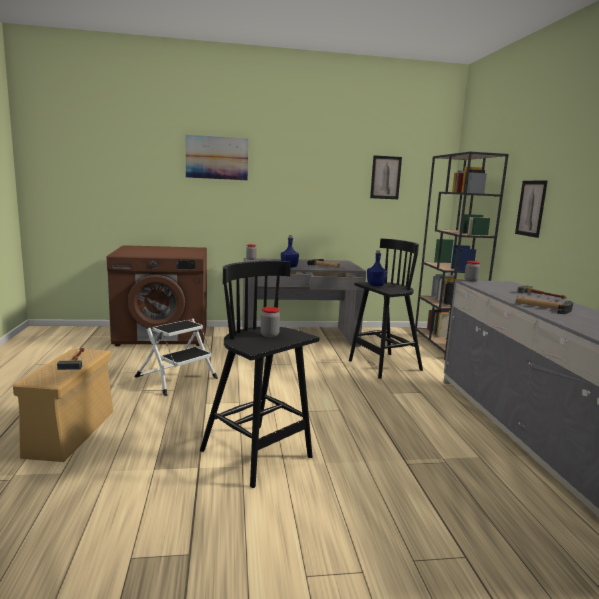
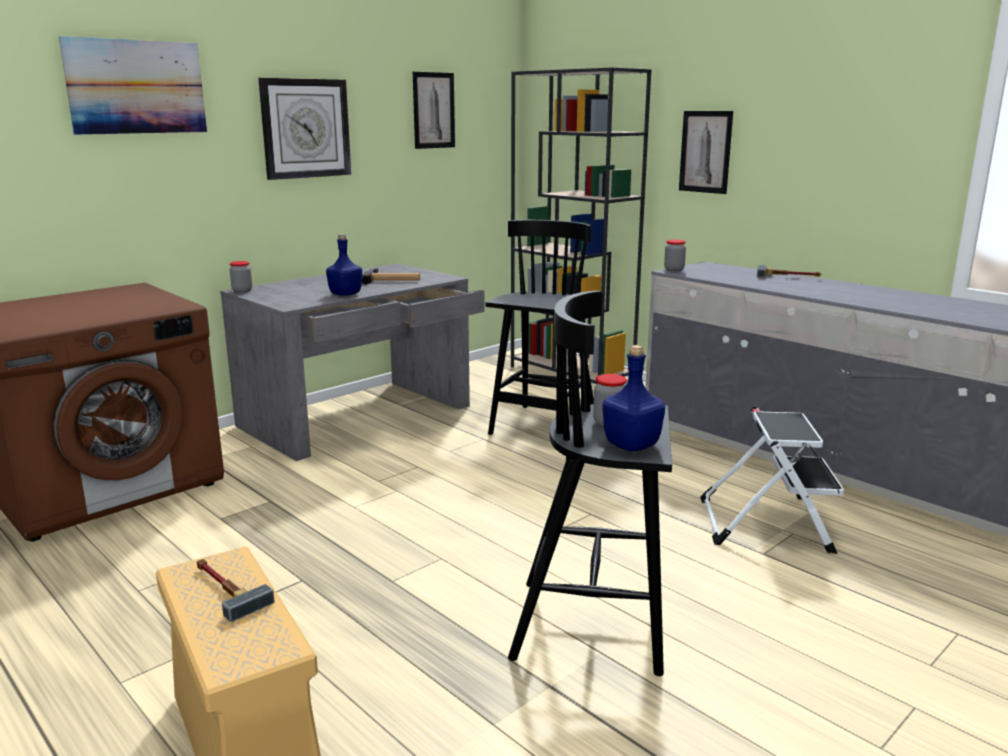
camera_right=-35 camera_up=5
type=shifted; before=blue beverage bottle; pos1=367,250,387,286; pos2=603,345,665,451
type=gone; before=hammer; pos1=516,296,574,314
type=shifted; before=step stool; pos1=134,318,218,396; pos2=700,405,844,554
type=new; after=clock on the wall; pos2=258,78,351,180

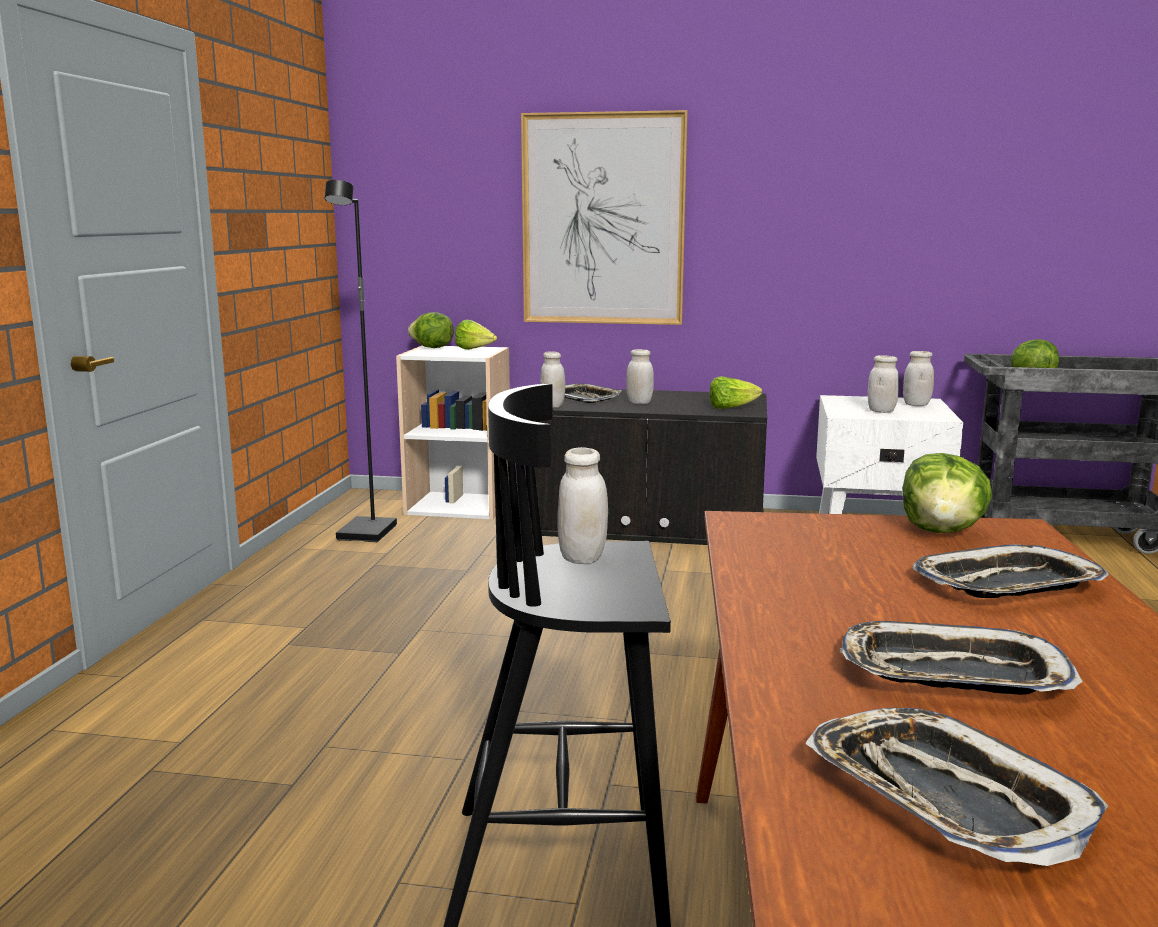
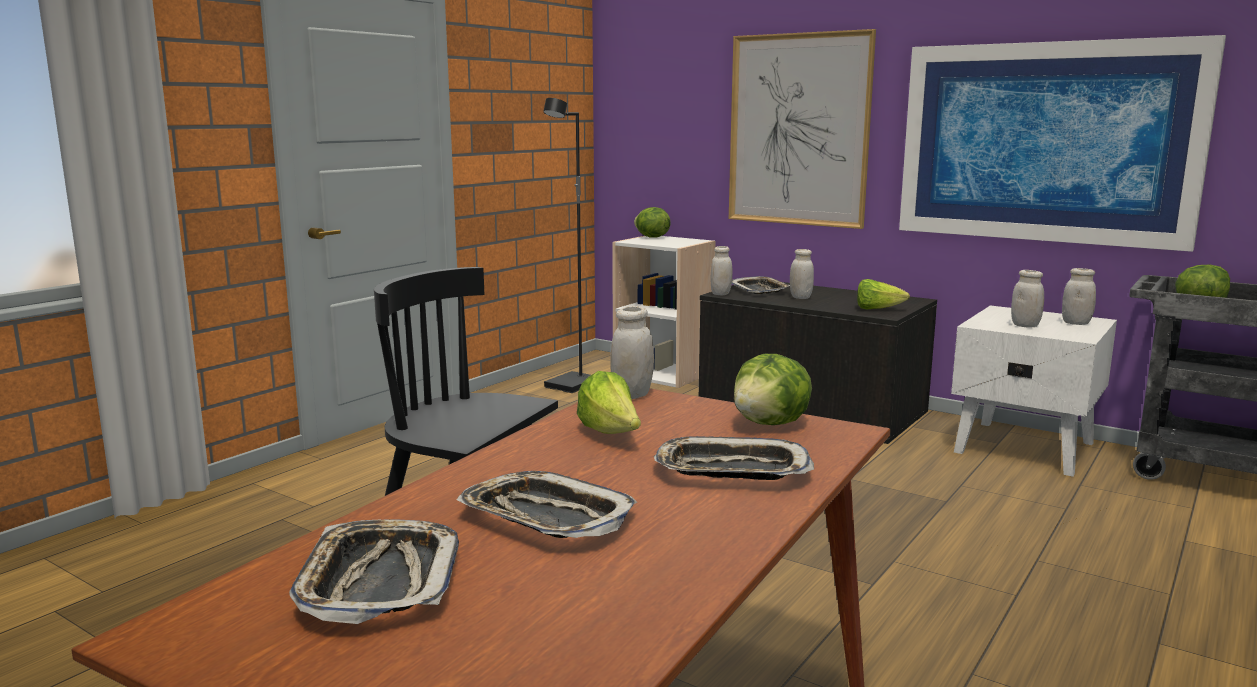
camera_right=25 camera_up=0
type=shifted; before=lettuce head; pos1=455,320,497,350; pos2=577,371,641,434
type=shifted; before=white storage jar; pos1=557,447,608,564; pos2=610,306,654,399
type=new; after=wall art; pos2=899,35,1226,252

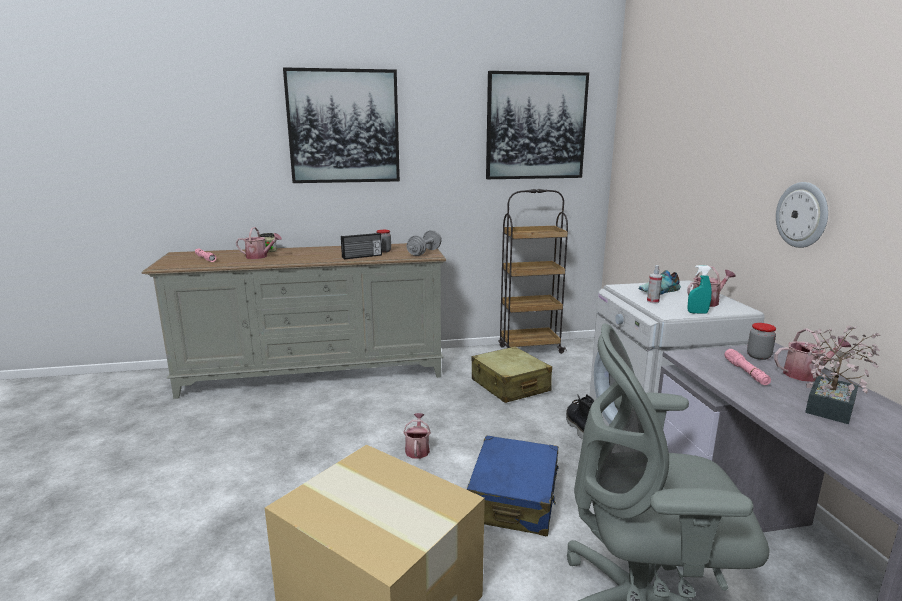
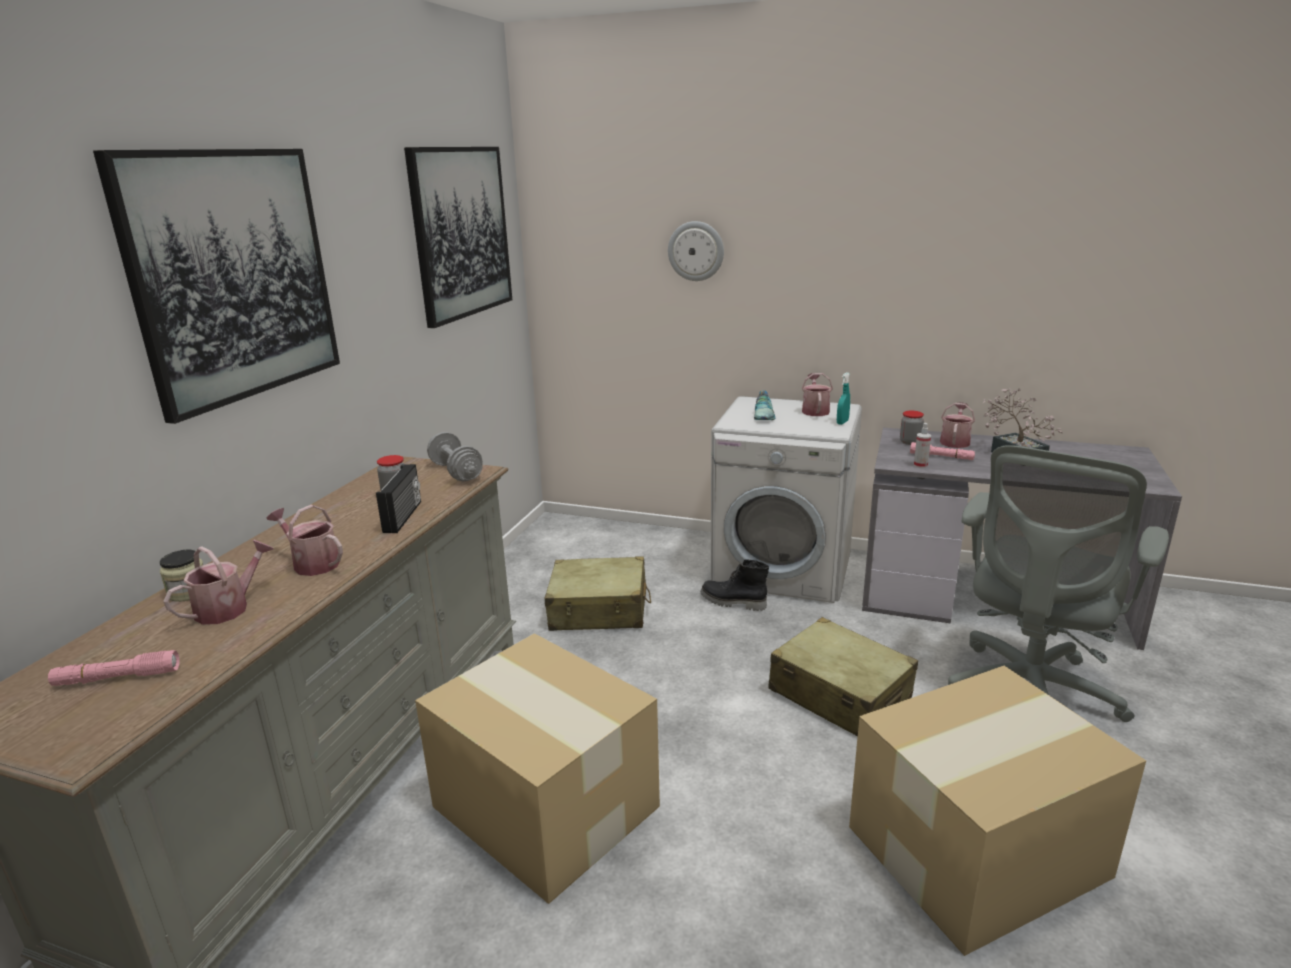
camera_right=-60 camera_up=5
type=shifted; before=clock on the wall; pos1=776,182,828,248; pos2=668,221,724,281
type=gone; before=brown-coloured trolley; pos1=498,189,568,354
type=shifted; before=spray bottle; pos1=647,265,662,303; pos2=914,423,931,468
type=shifted; before=watering can; pos1=403,413,431,459; pos2=266,505,343,576
type=repainted; before=blue travel case; after=beige-coloured travel case; pos1=467,436,559,536; pos2=768,617,918,737
type=new; after=carton; pos2=415,633,660,904

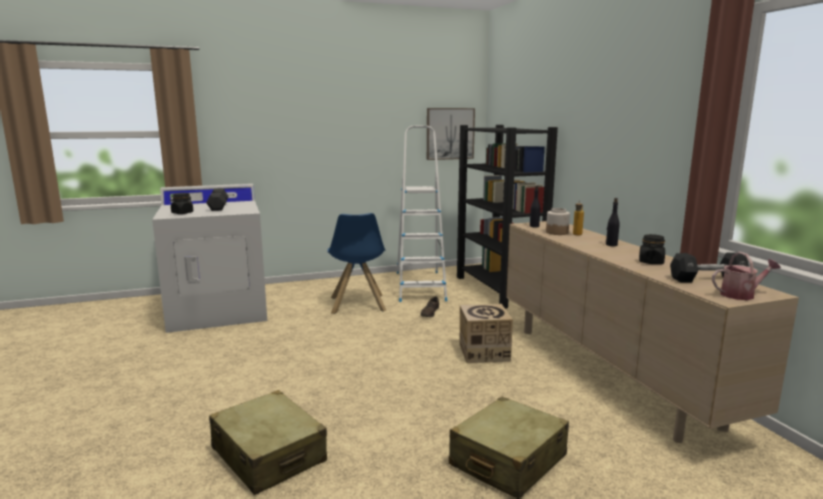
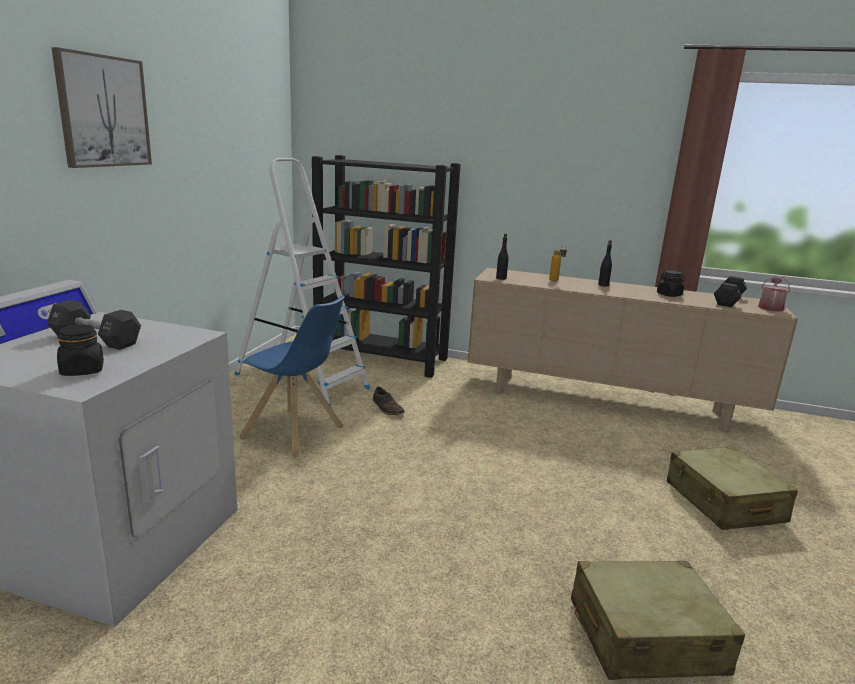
camera_right=-55 camera_up=5
type=shifted; before=wall art; pos1=427,108,475,160; pos2=52,47,152,168
type=gone; before=storage jar; pos1=546,208,570,235
type=gone; before=carton; pos1=460,304,513,363

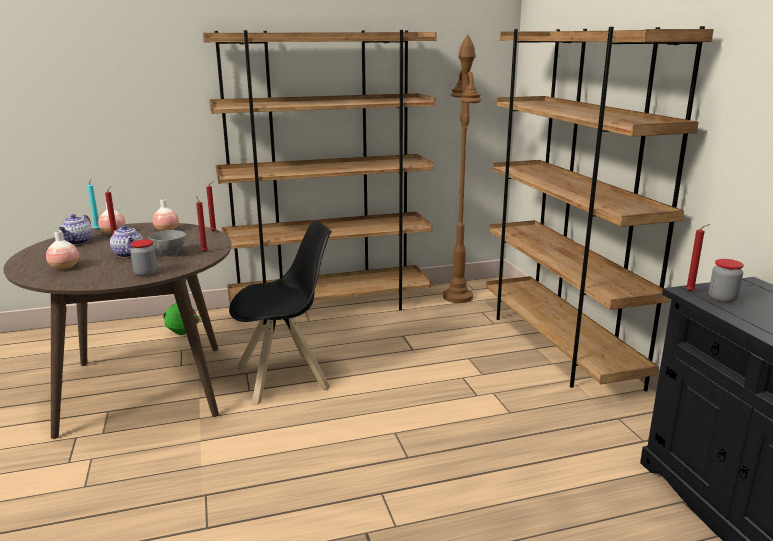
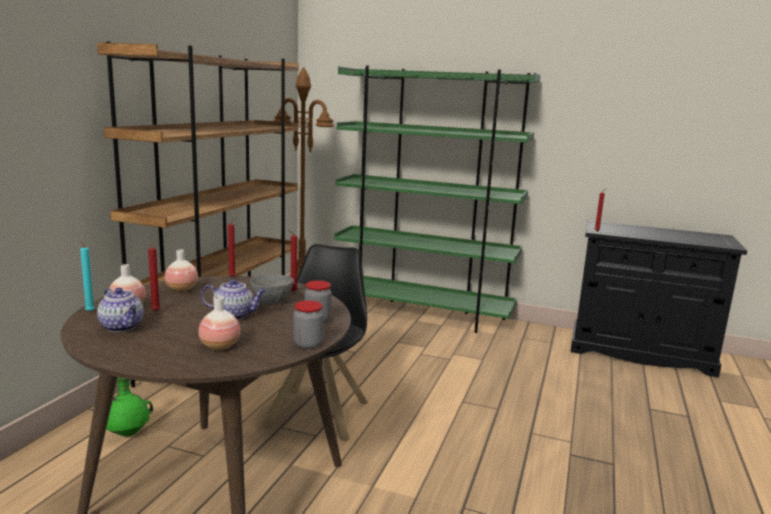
camera_right=-55 camera_up=-5
type=repainted; before=brown-coloured shelving unit; after=green-coloured shelving unit; pos1=486,26,714,391; pos2=334,65,541,333
type=shifted; before=storage jar; pos1=709,259,744,303; pos2=293,300,324,349

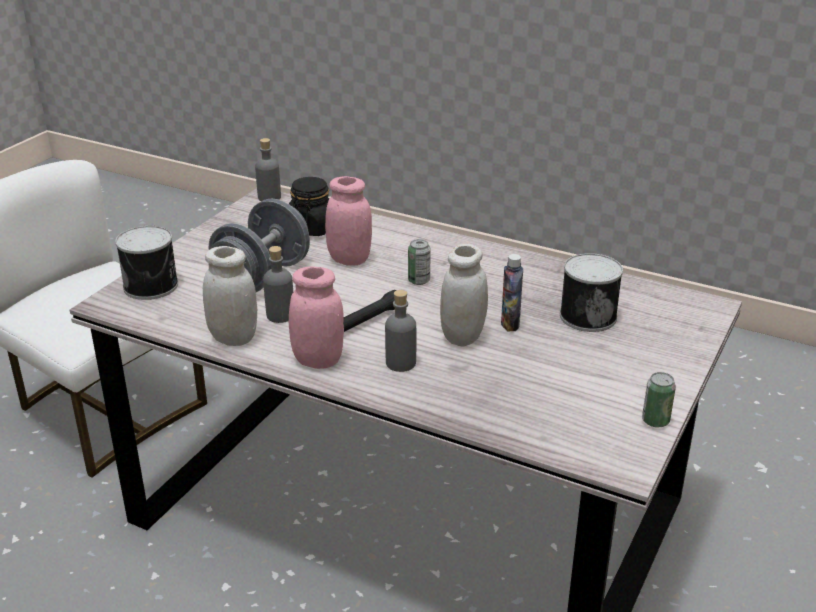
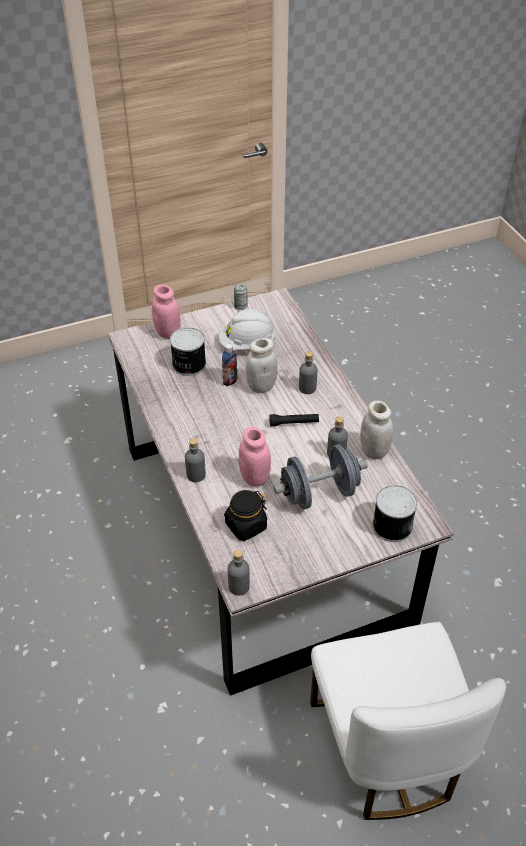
camera_right=-140 camera_up=15
type=gone; before=can; pos1=408,239,431,285
type=shifted; before=pink-coloured storage jar; pos1=289,266,344,369; pos2=152,284,181,339
type=new; after=white safety helmet; pos2=219,309,276,350
type=new; after=greyish beverage bottle; pos2=185,438,206,482

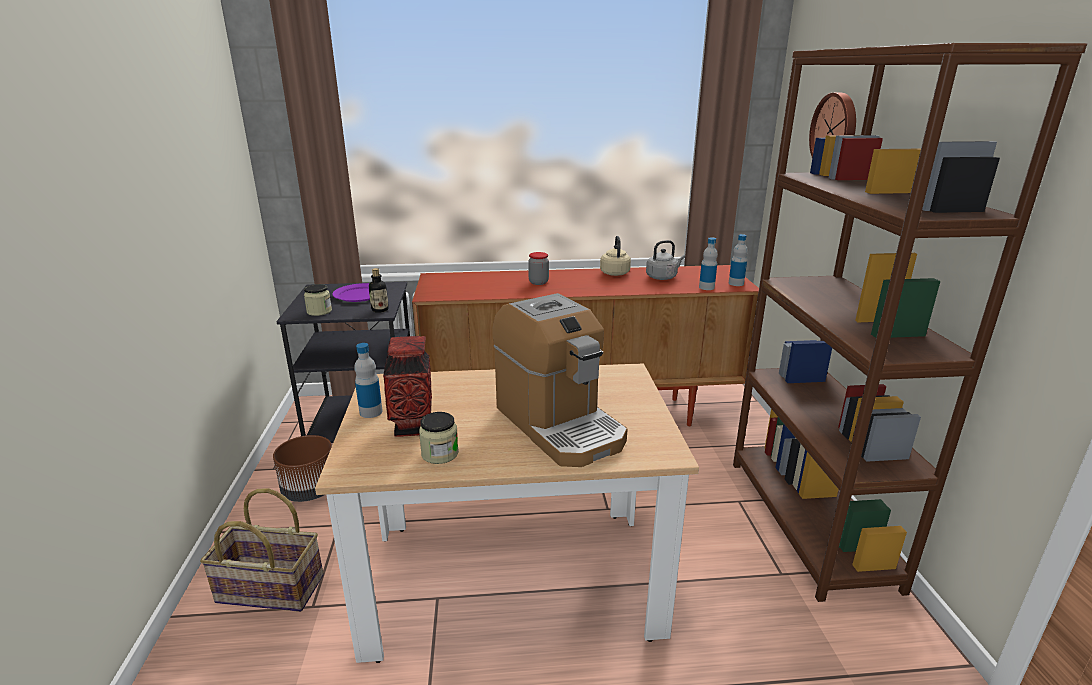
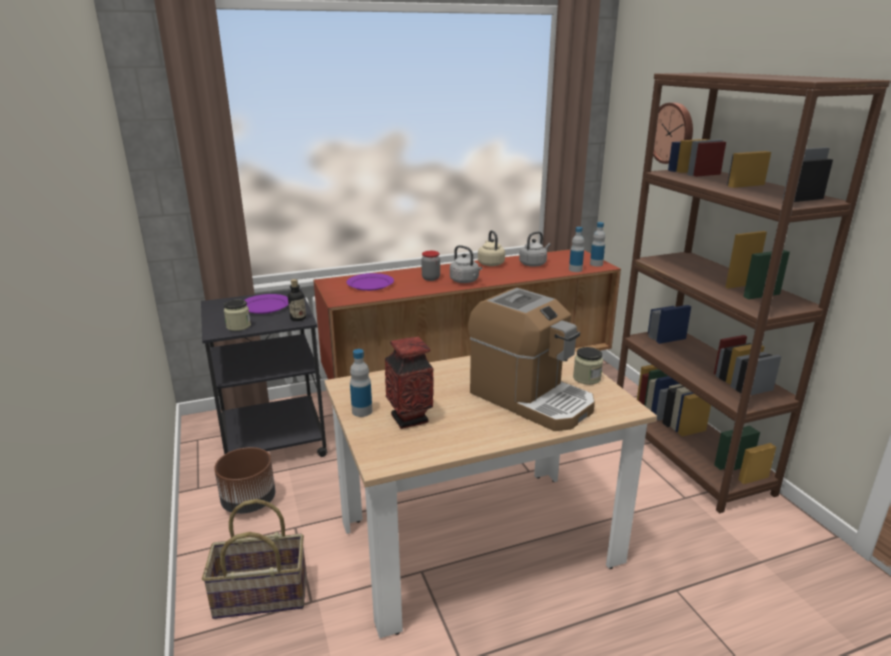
camera_right=-15 camera_up=0
type=shifted; before=storage jar; pos1=419,412,459,464; pos2=573,347,603,385
type=new; after=greyish kettle; pos2=450,245,482,283
type=new; after=purple-coloured dinner plate; pos2=346,273,394,291

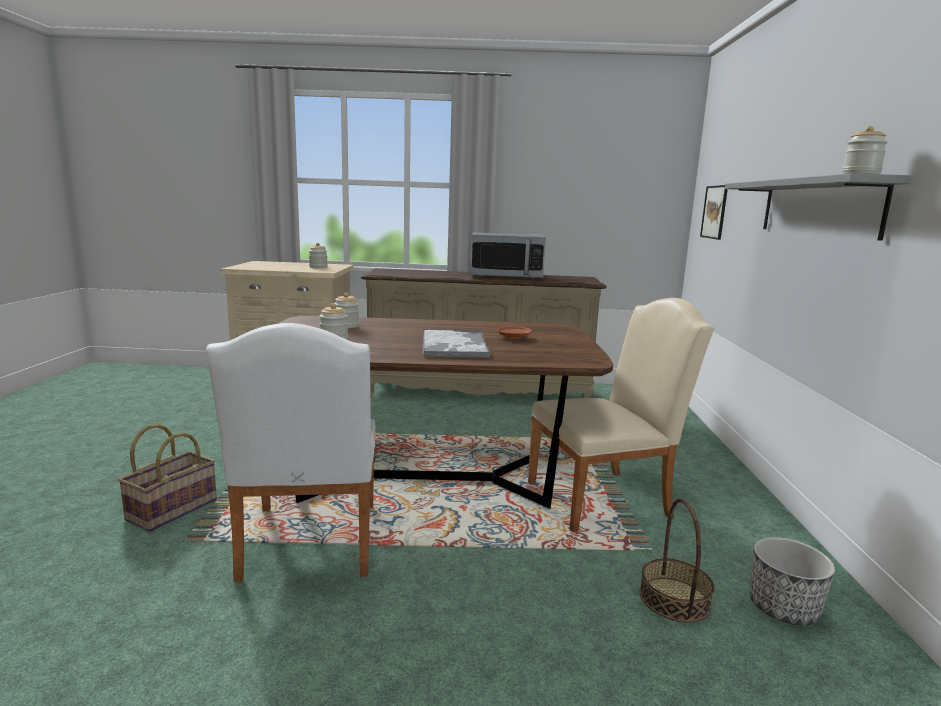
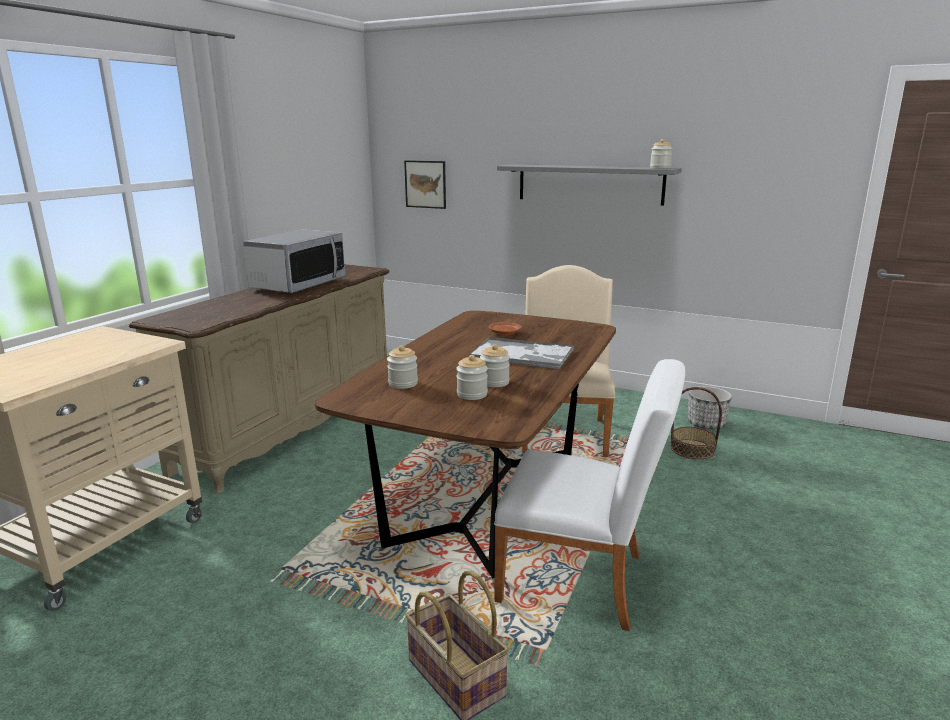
camera_right=-65 camera_up=5
type=shifted; before=storage jar; pos1=309,243,328,268; pos2=480,344,510,387

